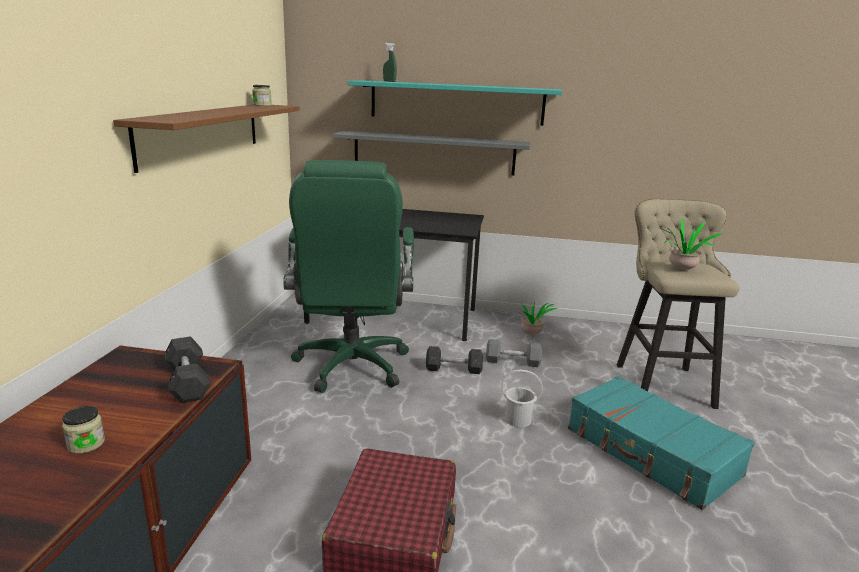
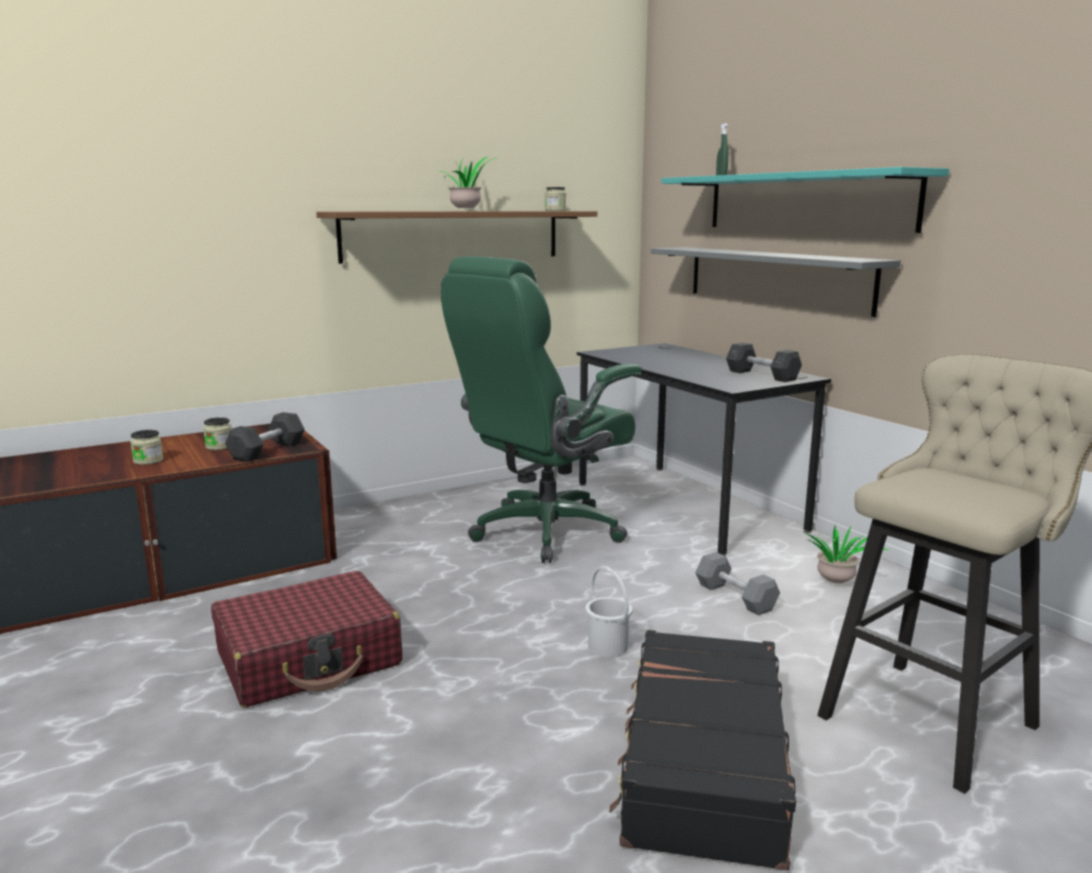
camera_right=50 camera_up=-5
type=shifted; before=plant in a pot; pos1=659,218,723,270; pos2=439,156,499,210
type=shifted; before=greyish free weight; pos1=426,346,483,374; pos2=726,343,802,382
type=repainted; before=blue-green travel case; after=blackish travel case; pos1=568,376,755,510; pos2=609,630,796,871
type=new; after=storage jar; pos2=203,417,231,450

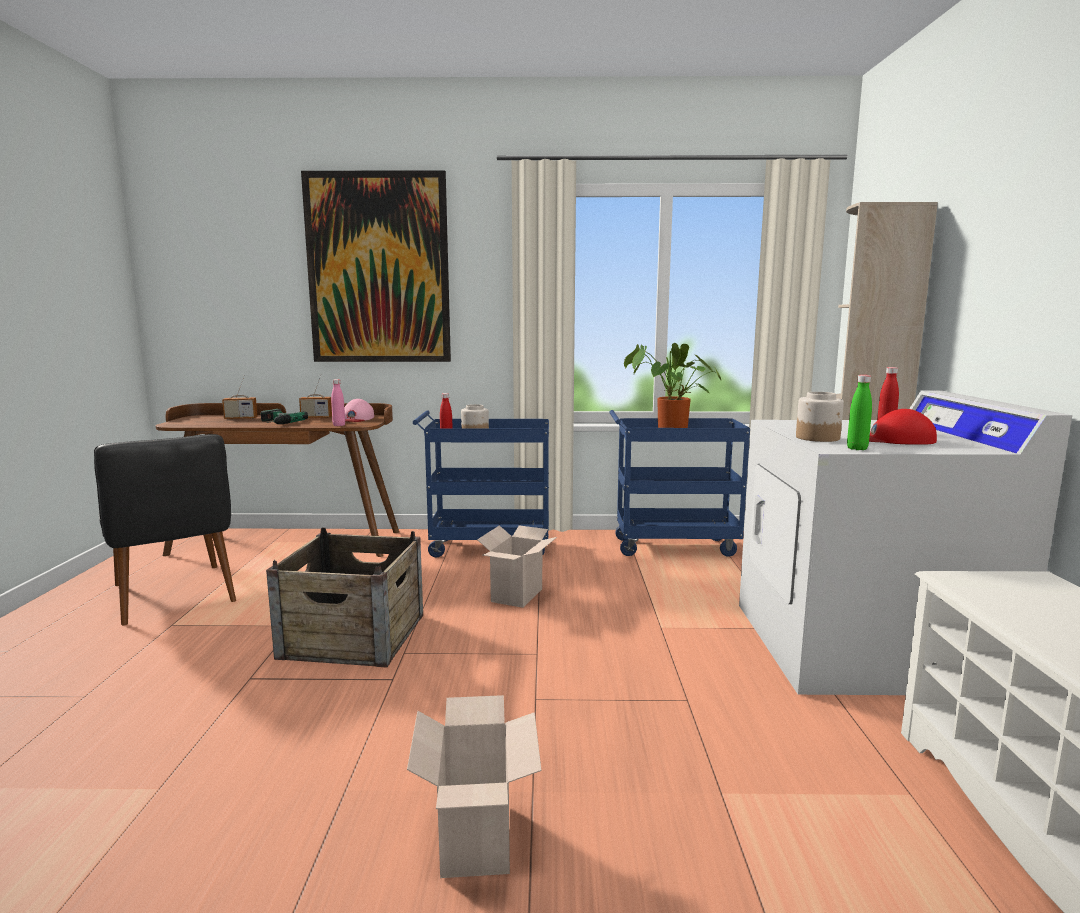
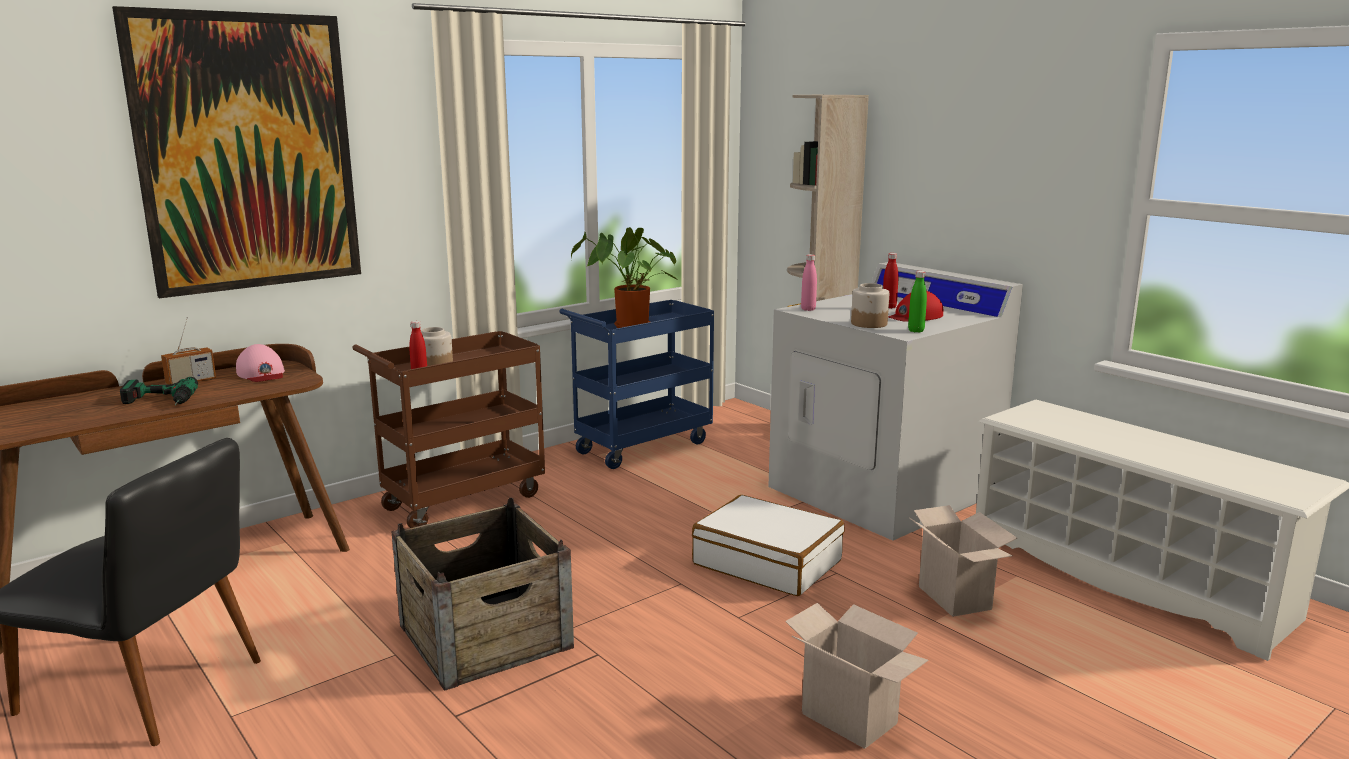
camera_right=-40 camera_up=5
type=gone; before=radio set; pos1=222,375,258,420
type=shifted; before=pink-coloured beverage bottle; pos1=331,379,345,426; pos2=801,254,817,311
type=repainted; before=blue trolley; after=brown-coloured trolley; pos1=413,410,549,557; pos2=352,331,545,528
type=shifted; before=carton; pos1=477,525,557,608; pos2=910,505,1017,617
type=new; after=white travel case; pos2=692,495,845,596

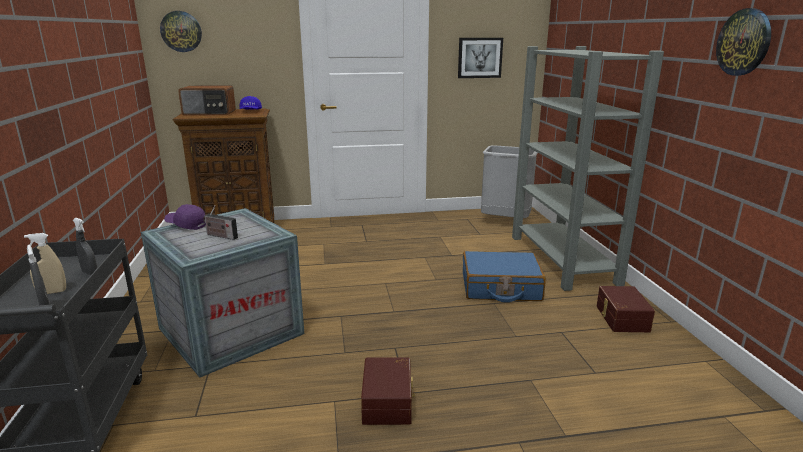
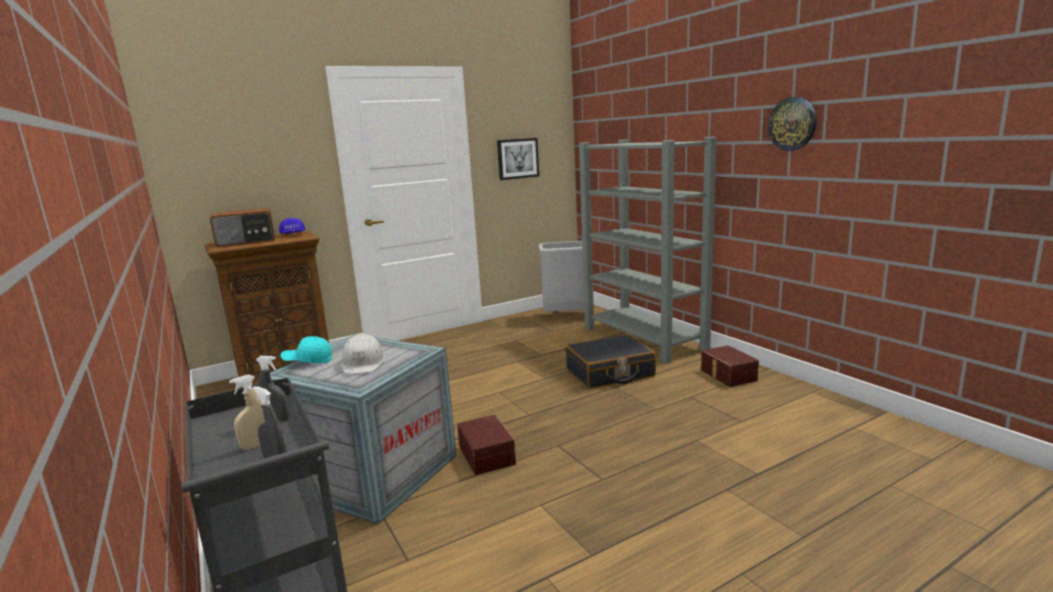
camera_right=-20 camera_up=-5
type=gone; before=clock on the wall; pos1=160,11,202,52
type=repainted; before=purple-coloured cap; after=blue-green cap; pos1=164,204,206,230; pos2=281,336,332,363
type=swapped; before=radio set; after=white safety helmet; pos1=203,205,238,240; pos2=341,334,385,374
type=repainted; before=blue travel case; after=blackish travel case; pos1=463,251,546,302; pos2=565,335,656,388
type=shifted; before=brown-coloured storage bin; pos1=361,357,415,425; pos2=457,415,516,475

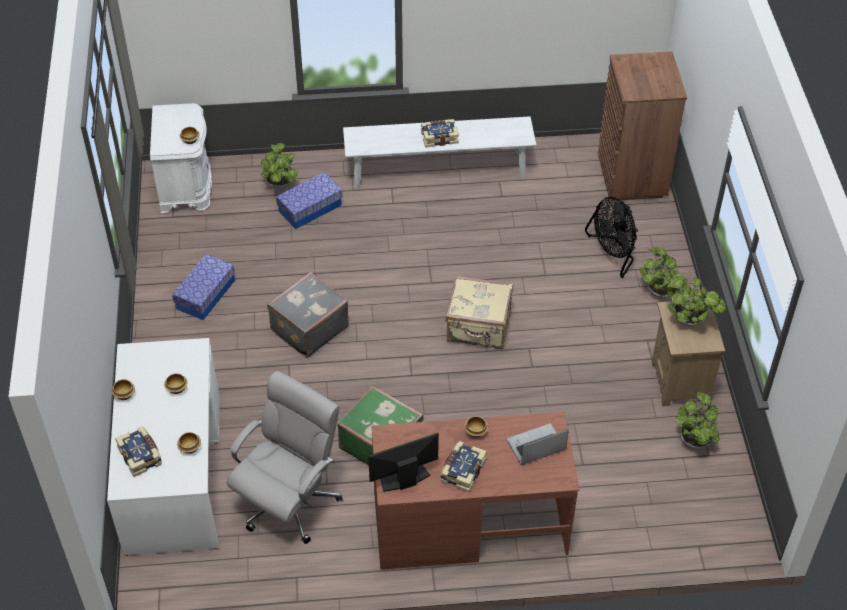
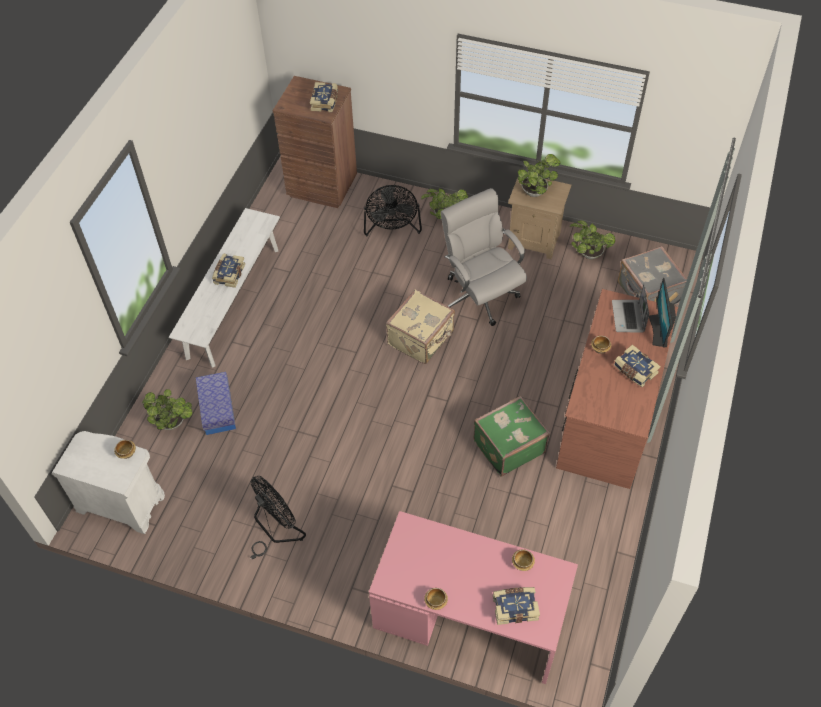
camera_right=-65 camera_up=5
type=swapped; before=storage bin; after=blackish electric fan; pos1=172,254,235,320; pos2=250,475,306,559
type=shifted; before=greyish travel case; pos1=267,272,349,358; pos2=618,246,687,306
type=repainted; before=white desk unit; after=pink-coloured desk unit; pos1=107,338,219,556; pos2=369,511,578,684
type=shifted; before=greyish office chair; pos1=227,371,342,544; pos2=441,188,527,326
type=gone; before=serving bowl; pos1=164,373,187,394
type=shifted; before=computer display; pos1=368,433,439,492; pos2=649,278,676,348
type=new; after=book; pos2=310,82,338,112

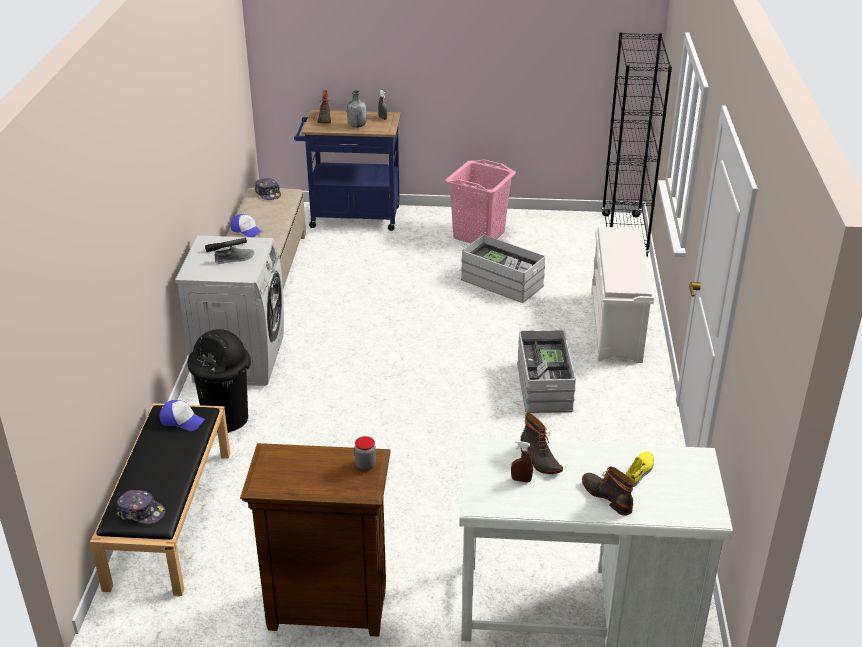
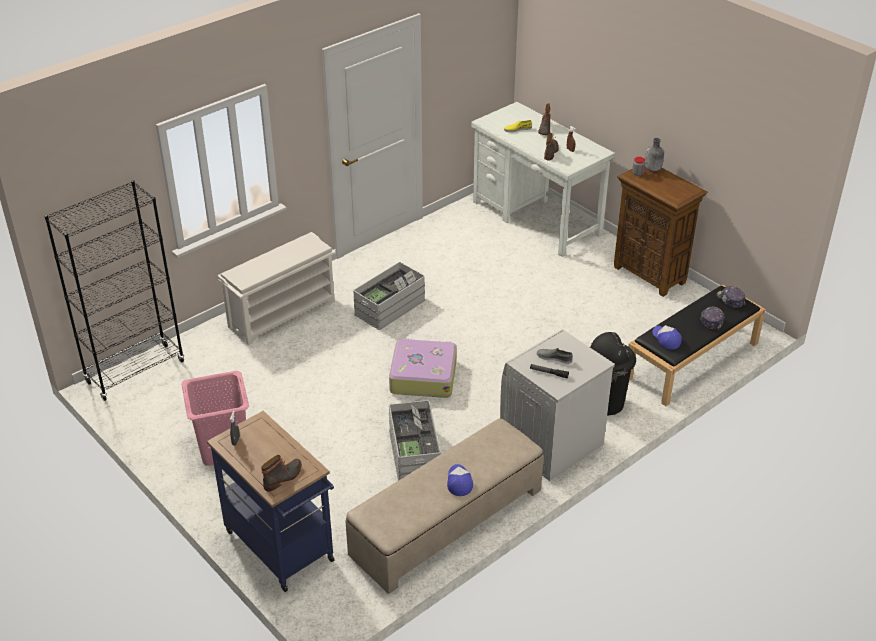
camera_right=-135 camera_up=5
type=shifted; before=greyish beverage bottle; pos1=347,90,367,128; pos2=645,138,664,171
type=shifted; before=cap; pos1=255,178,281,200; pos2=701,306,724,330
type=shifted; before=greyish storage bin; pos1=461,235,545,303; pos2=389,400,441,481
type=new; after=travel case; pos2=389,338,457,398

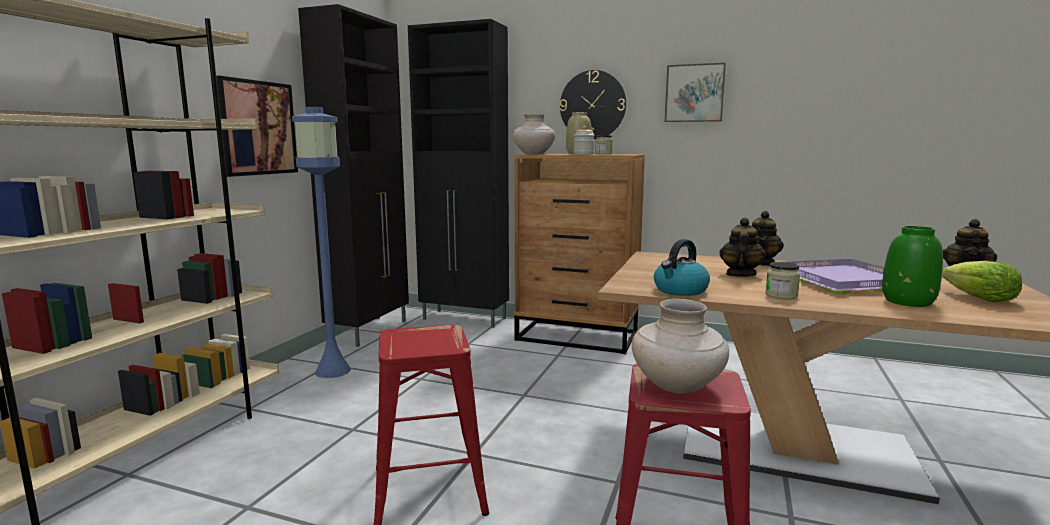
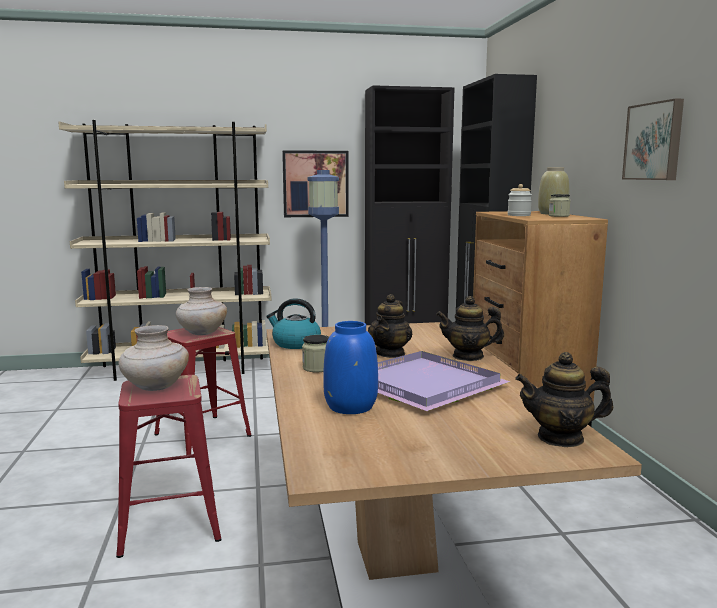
camera_right=60 camera_up=0
type=gone; before=clock on the wall; pos1=560,70,626,140
type=shifted; before=beige-coloured flower vase; pos1=513,114,555,154; pos2=176,287,227,335
type=rotated; before=teapot; pos1=720,218,766,277; pos2=368,294,412,358; turn=120
type=repainted; before=green-coloured flower vase; after=blue flower vase; pos1=882,226,943,307; pos2=323,321,378,414
type=gone; before=lettuce head; pos1=942,261,1022,302

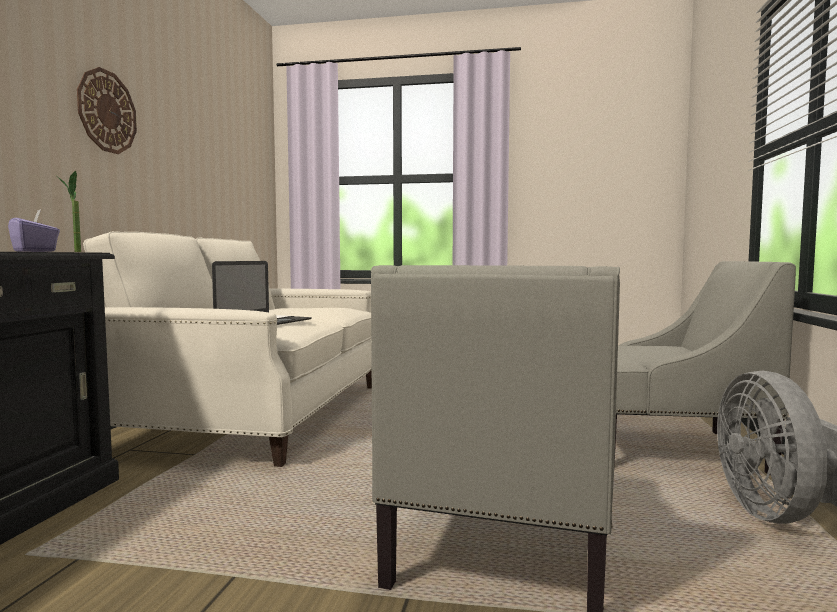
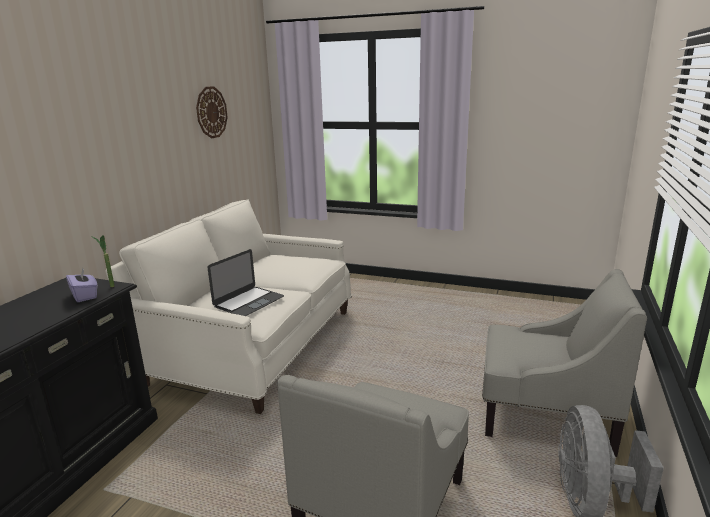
camera_right=10 camera_up=15
type=shifted; before=clock on the wall; pos1=77,67,137,154; pos2=196,86,228,138

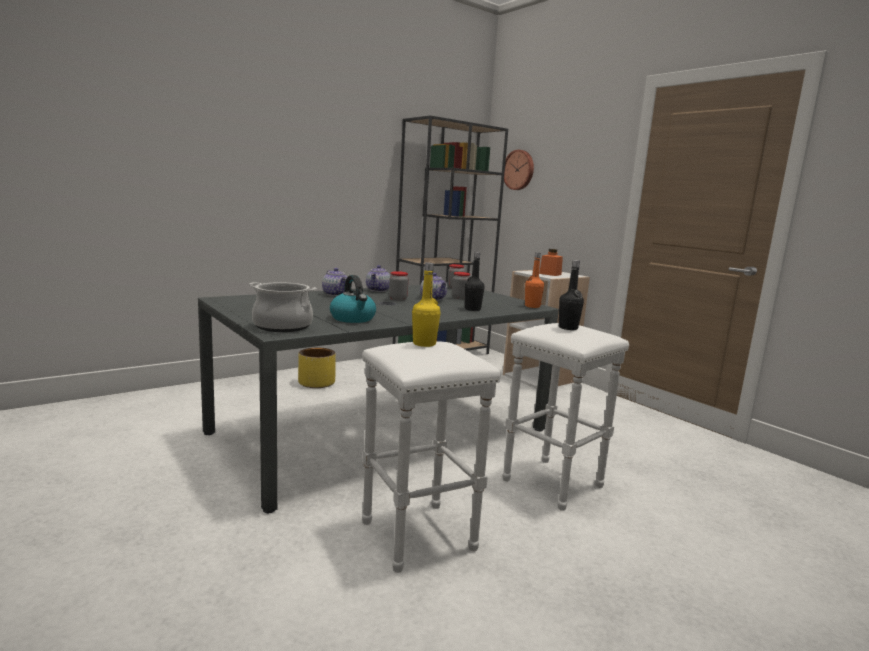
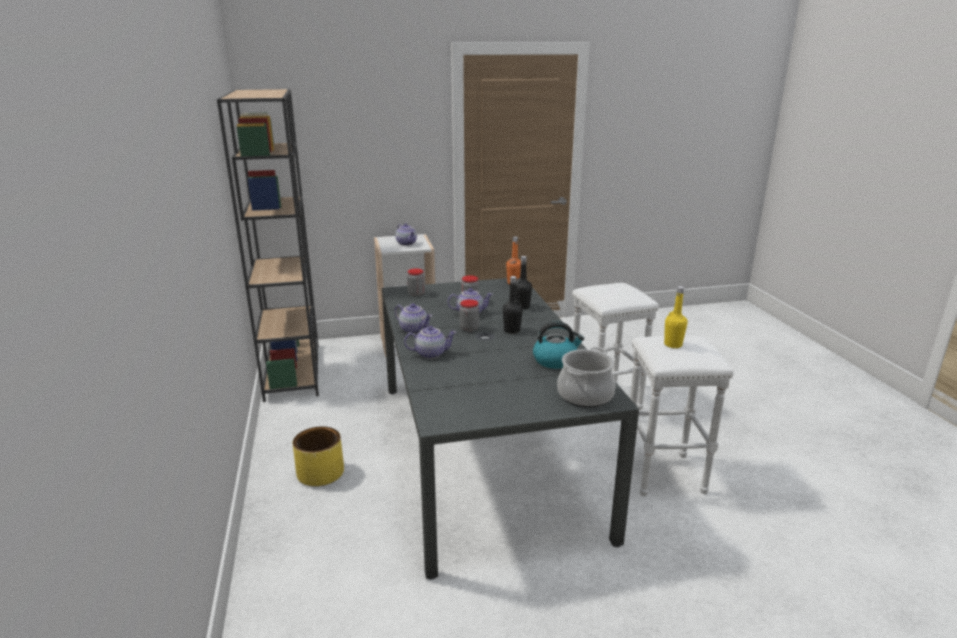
camera_right=-65 camera_up=10
type=gone; before=clock on the wall; pos1=504,150,534,190
type=swapped; before=orange storage jar; after=teapot; pos1=539,249,563,276; pos2=396,223,417,246
type=shifted; before=blackish beverage bottle; pos1=559,260,584,330; pos2=503,276,523,334

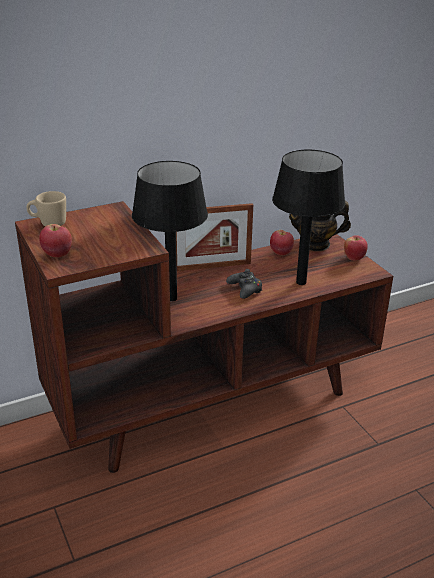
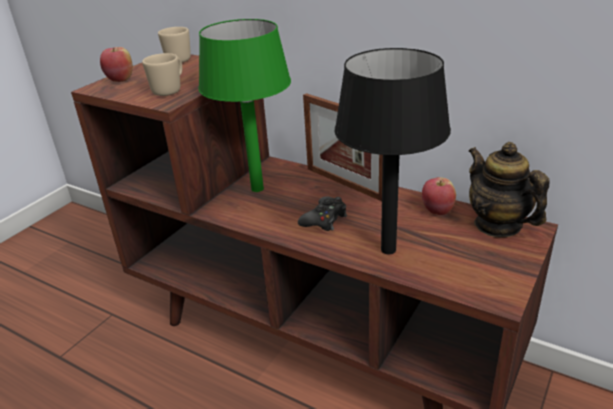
camera_right=60 camera_up=0
type=repainted; before=blackish table lamp; after=green-coloured table lamp; pos1=132,161,208,301; pos2=199,19,291,192
type=gone; before=apple; pos1=344,235,368,261
type=new; after=beige-coloured coffee mug; pos2=142,53,182,96

